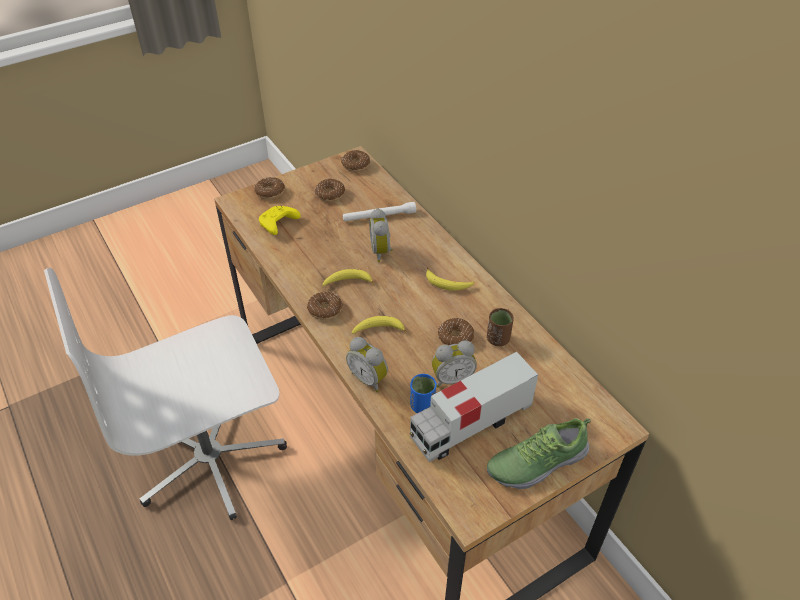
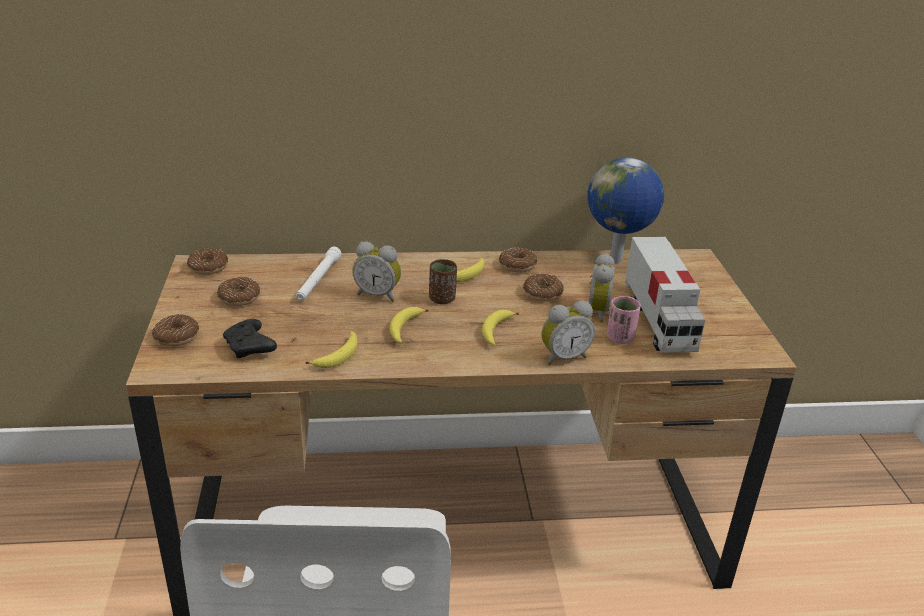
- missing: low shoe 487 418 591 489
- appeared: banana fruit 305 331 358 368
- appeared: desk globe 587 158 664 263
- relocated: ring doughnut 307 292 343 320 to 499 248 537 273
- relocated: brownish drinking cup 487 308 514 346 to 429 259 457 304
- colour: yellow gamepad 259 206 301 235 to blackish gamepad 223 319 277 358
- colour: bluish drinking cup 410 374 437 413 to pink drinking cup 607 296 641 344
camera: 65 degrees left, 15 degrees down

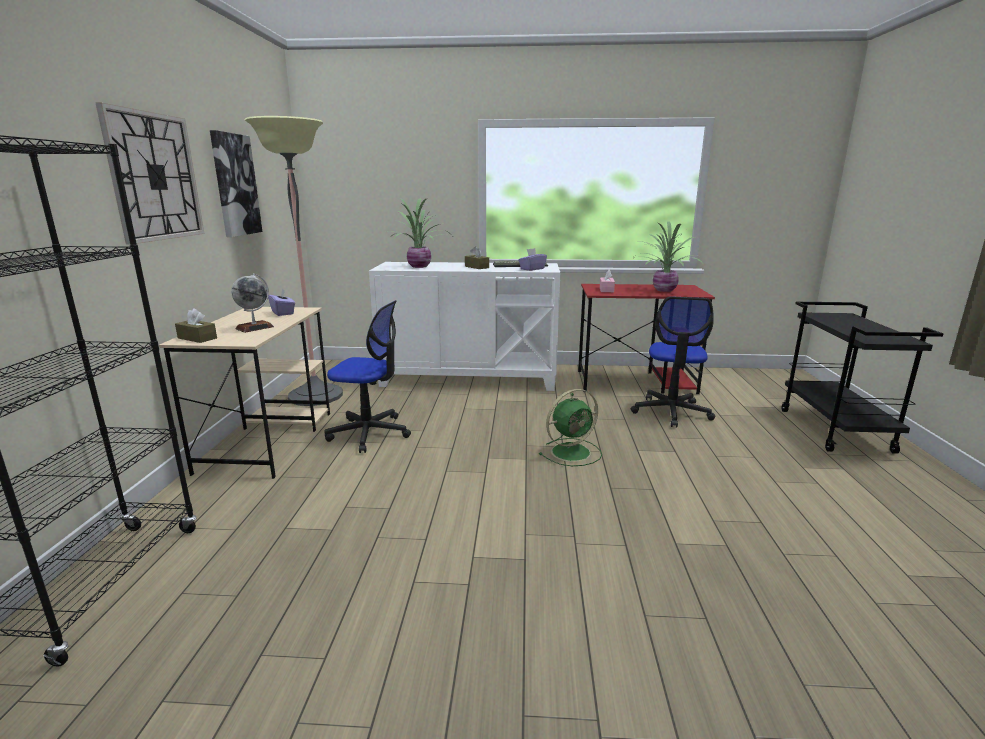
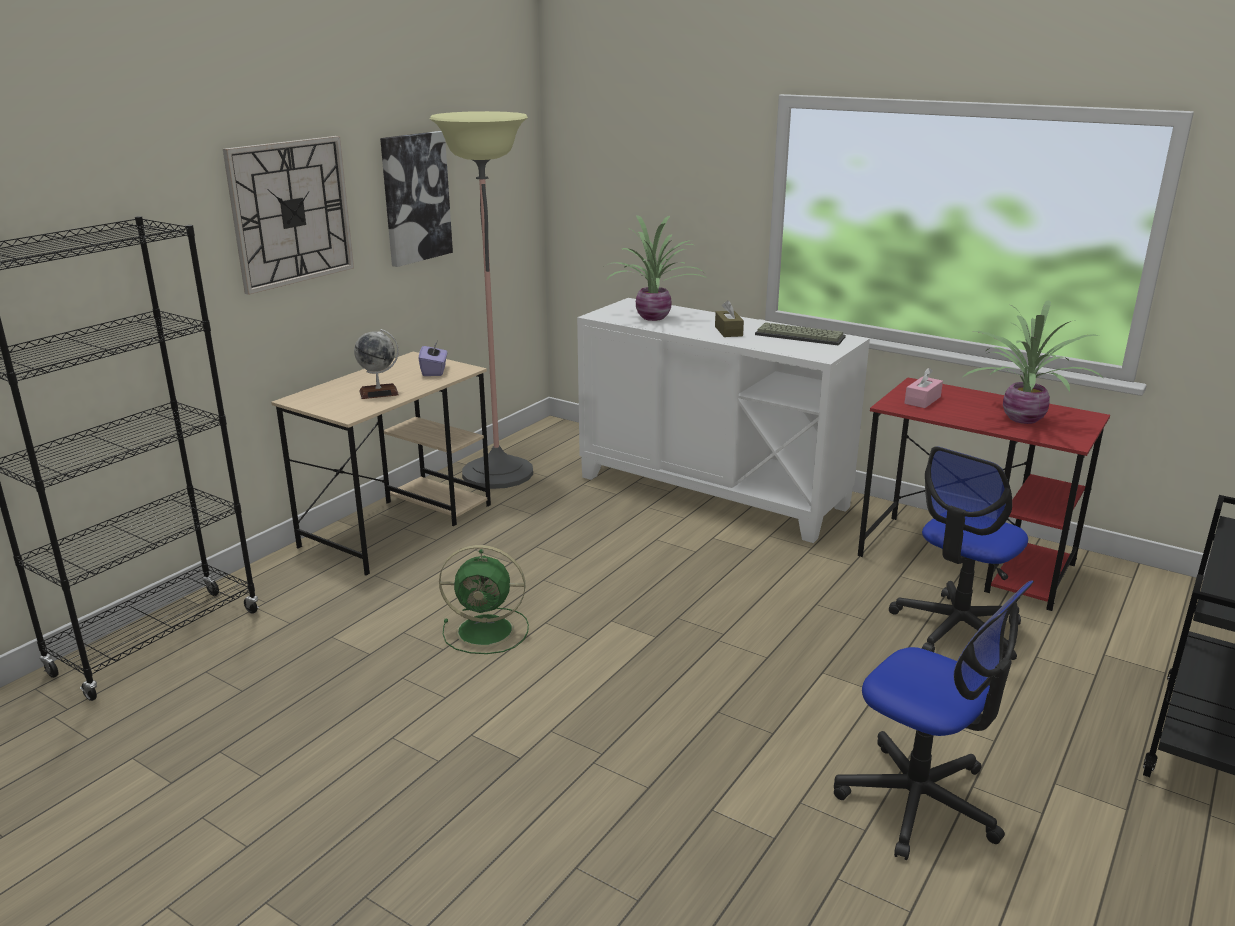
- missing: brownish box of tissues 175 308 217 343
- missing: purple box of tissues 518 248 547 271
- relocated: office chair 325 300 411 453 to 834 580 1034 860
- relocated: green electric fan 539 389 602 466 to 439 545 529 654
camera: 30 degrees right, 5 degrees up

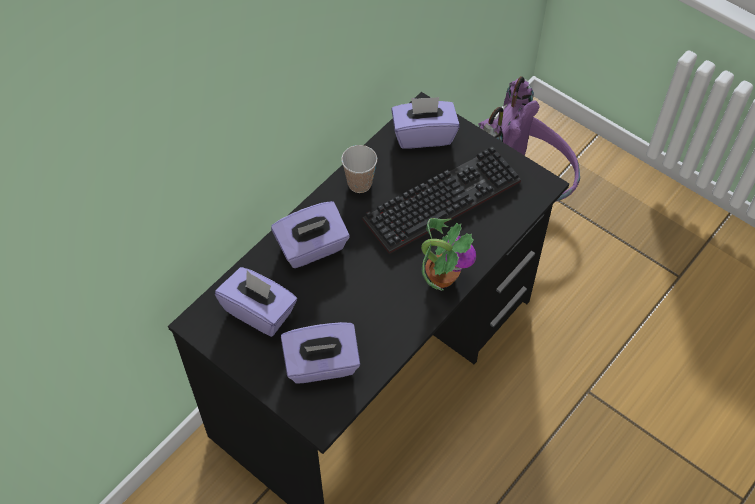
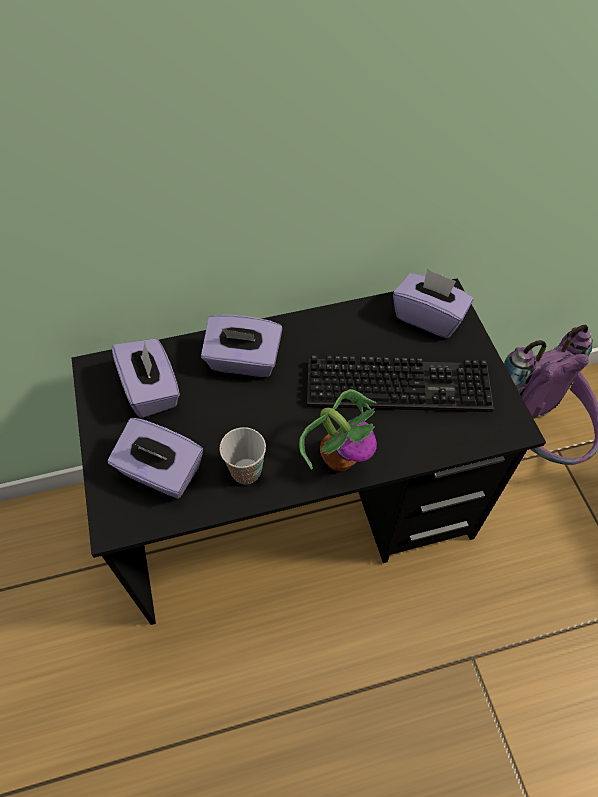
- relocated: drinking cup 341 145 377 193 to 220 427 266 484
camera: 35 degrees right, 0 degrees up

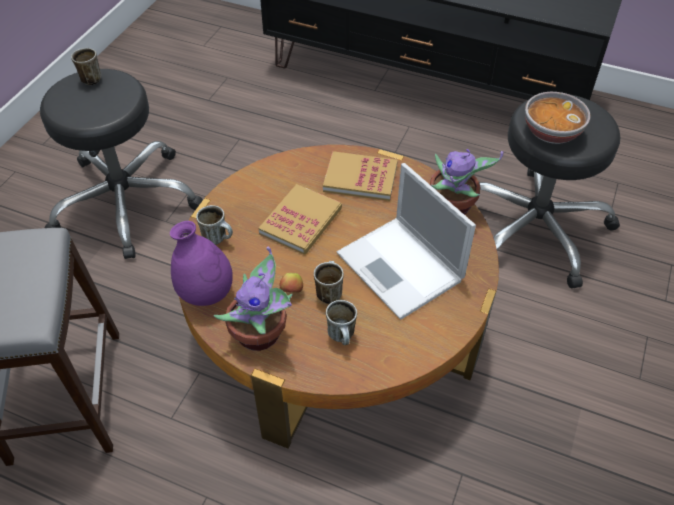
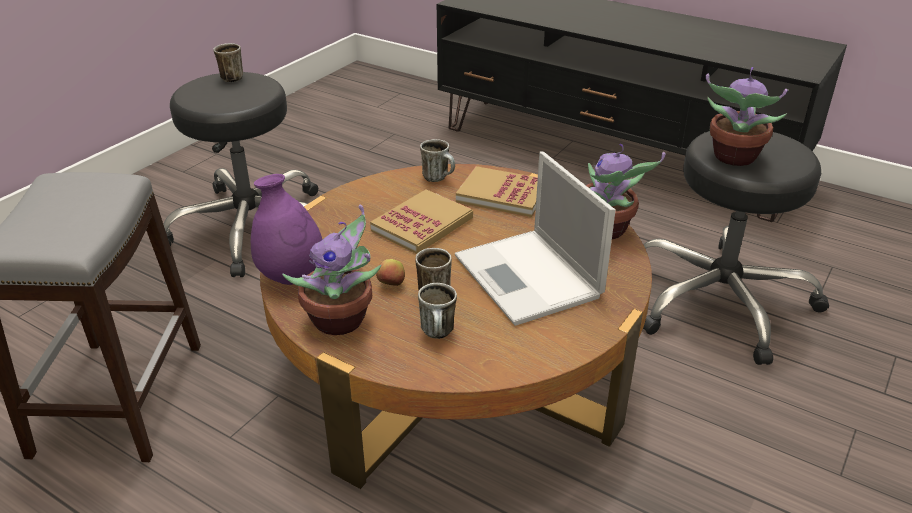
- relocated: coffee mug 196 205 233 245 to 420 139 455 182
- exchanged: deep dish 525 92 590 144 to plant in a pot 706 67 787 166
camera: 10 degrees right, 15 degrees down

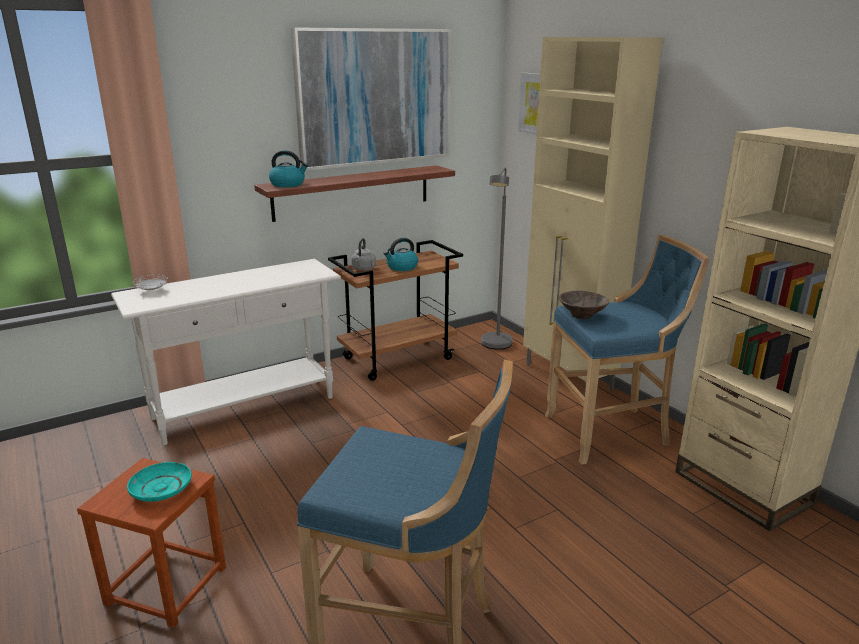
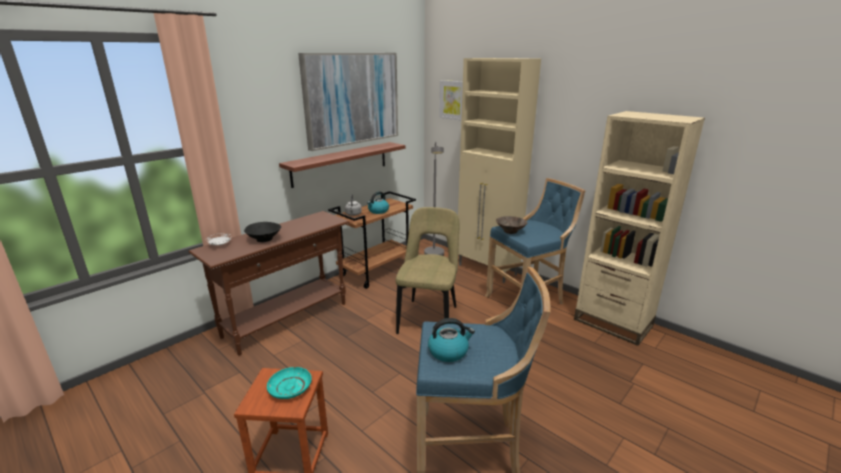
- appeared: blackish deep dish 244 222 281 242
- appeared: beige-coloured upright chair 396 207 460 334
- relocated: water kettle 269 150 308 187 to 428 318 475 362
- colour: whitish hall table 111 259 341 445 to brownish hall table 188 211 350 356
camera: 15 degrees left, 0 degrees up

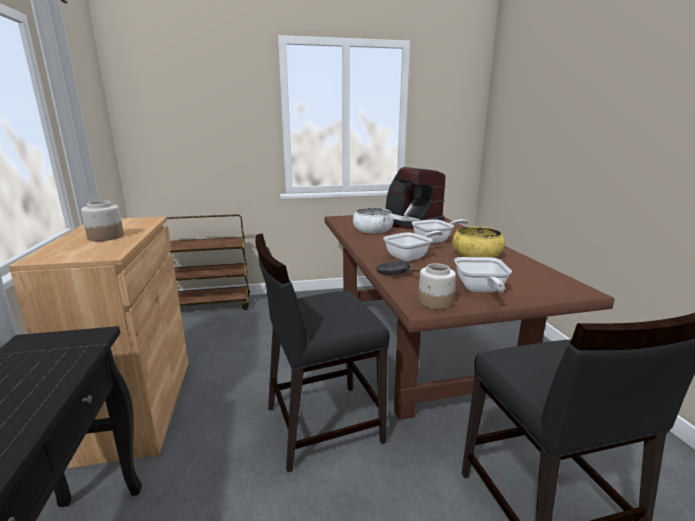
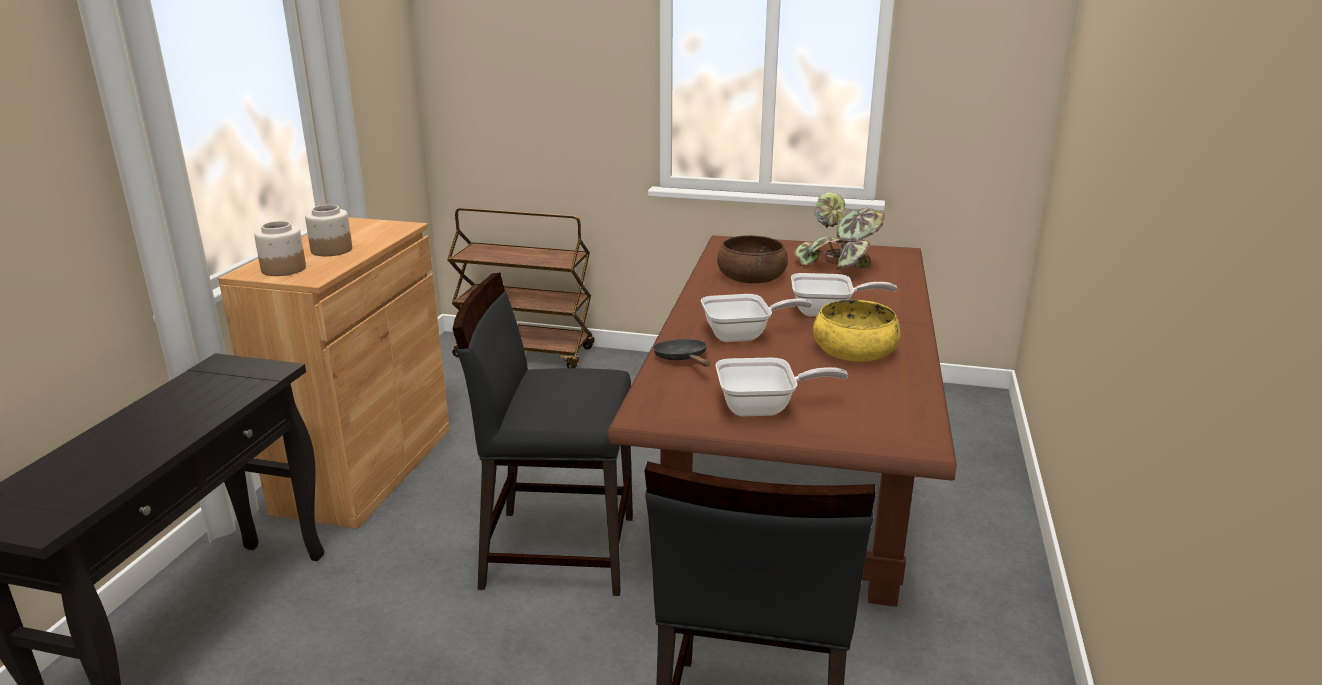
- relocated: preserve jar 418 263 456 310 to 254 221 306 276
- exchanged: coffee maker 386 167 446 229 to plant in a pot 794 192 885 270
- colour: whitish deep dish 353 208 394 234 to brownish deep dish 717 235 788 283
- spun: pan 454 257 512 293 = 716 358 848 416 120 degrees counterclockwise
camera: 25 degrees right, 5 degrees up

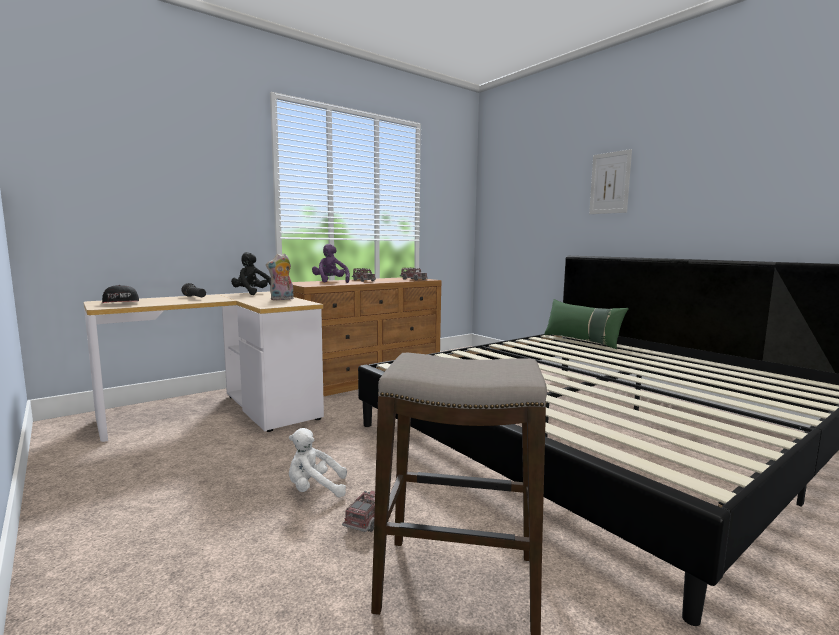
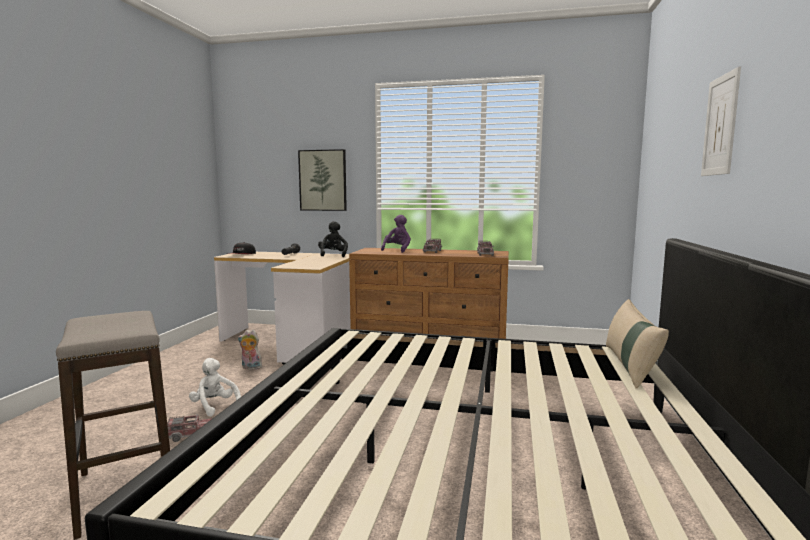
- appeared: picture 298 149 347 211
- relocated: cuddly toy 266 253 294 301 to 238 330 262 370
- colour: green throw pillow 544 299 629 349 to beige-coloured throw pillow 606 299 669 389
camera: 50 degrees right, 0 degrees up

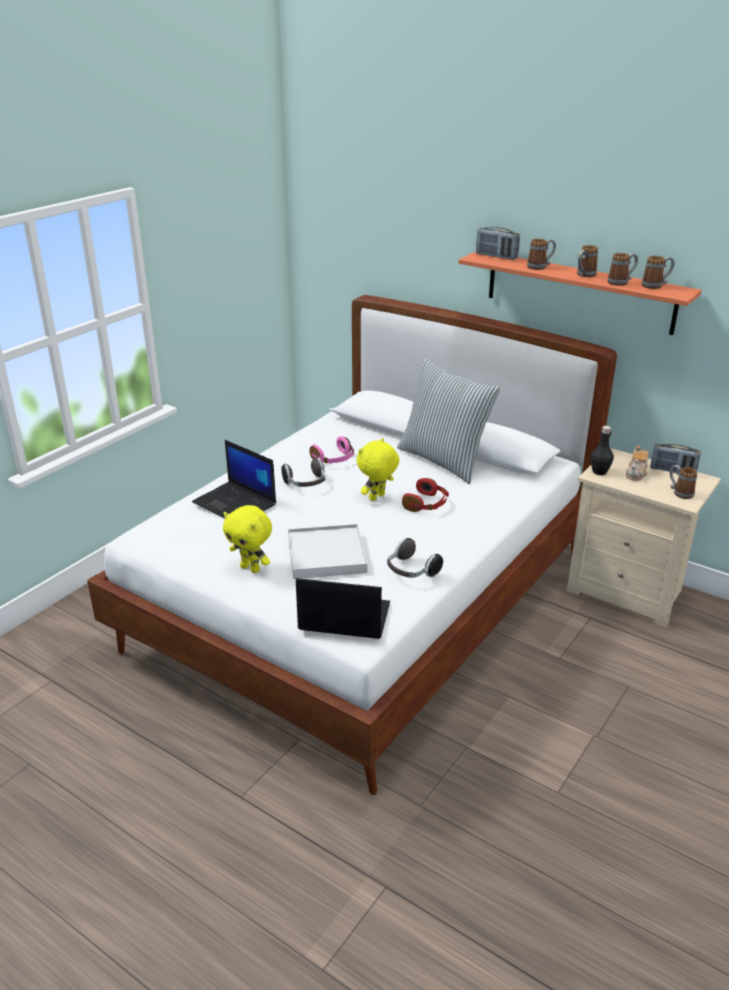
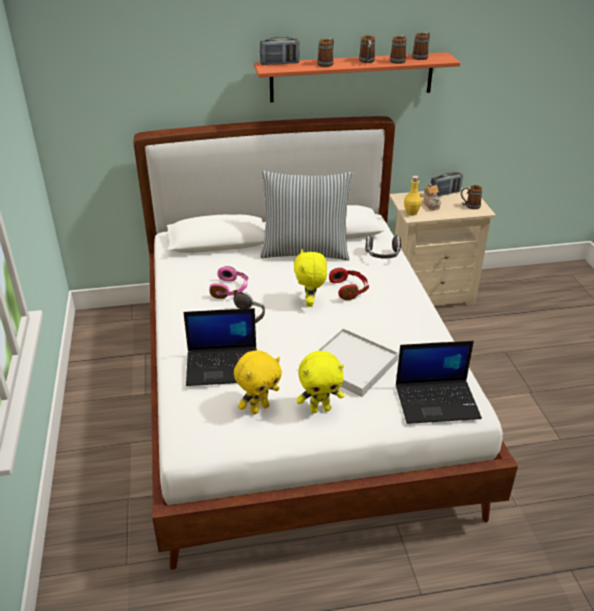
- appeared: yellow cuddly toy 234 350 282 414
- relocated: headset 387 538 443 578 to 365 235 401 259
- colour: blackish bottle 590 426 614 475 to yellow bottle 404 176 422 216
- spun: portable computer 296 578 390 639 = 396 341 482 424 150 degrees counterclockwise
camera: 45 degrees left, 5 degrees up

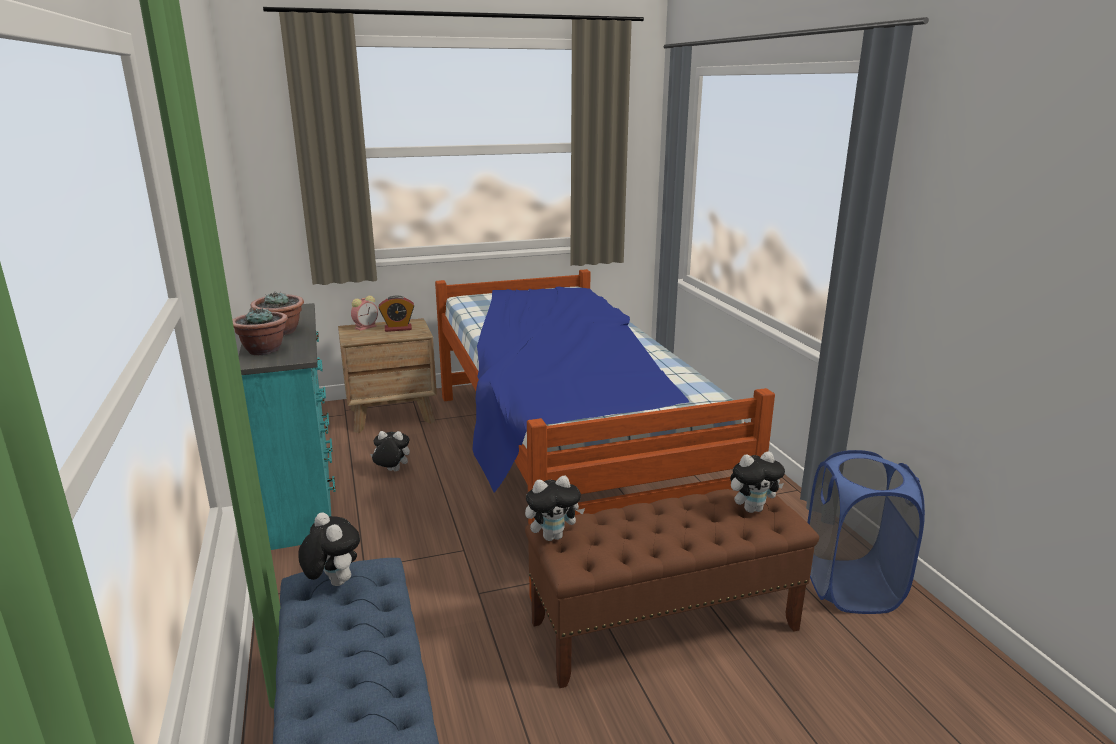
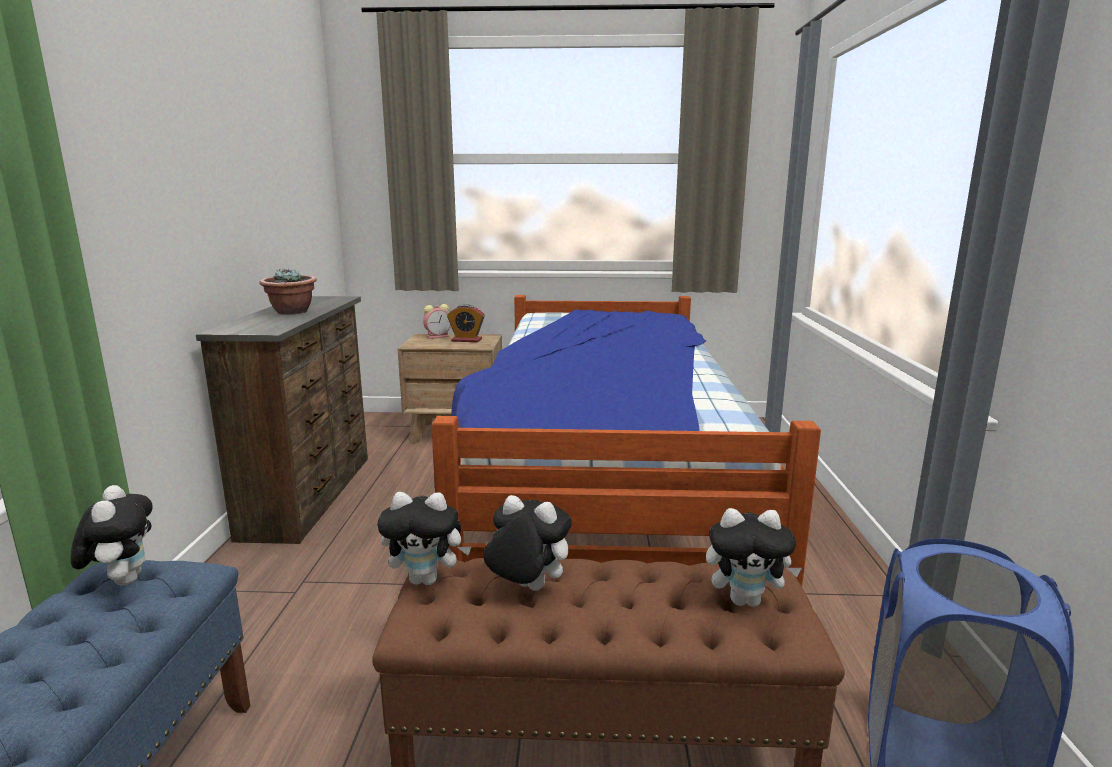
- missing: plant in a pot 232 307 288 355
- relocated: cuddly toy 370 431 410 471 to 483 495 572 591
- colour: blue-green dresser 238 303 336 550 to brownish dresser 196 296 368 544
camera: 20 degrees right, 5 degrees down

